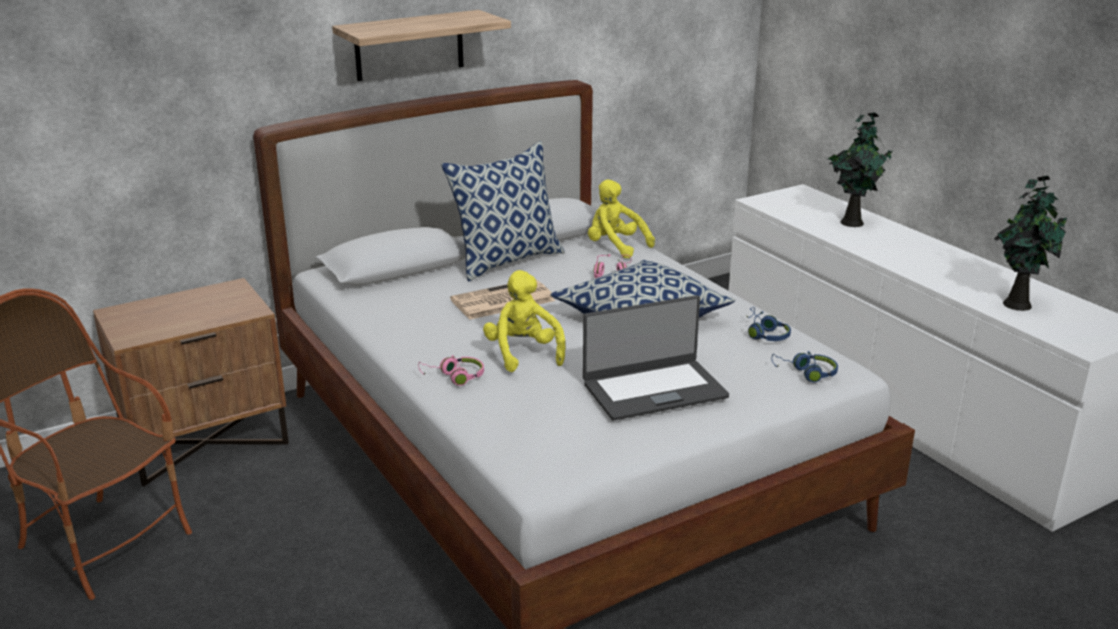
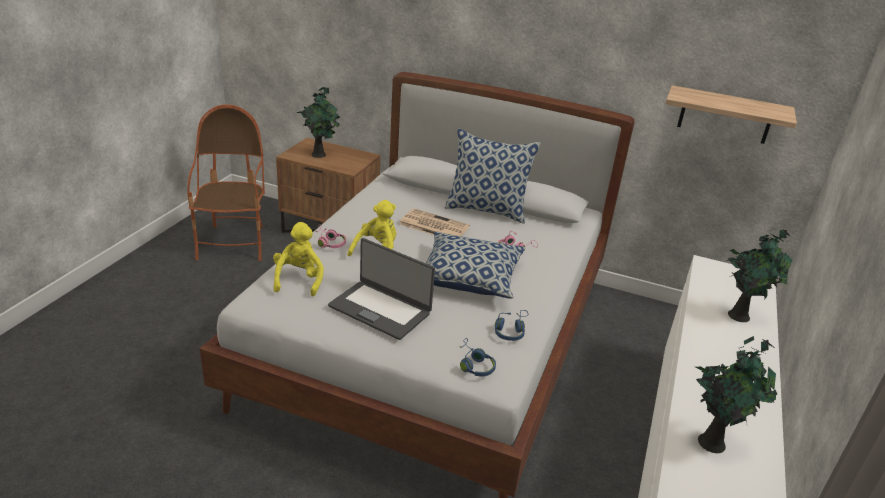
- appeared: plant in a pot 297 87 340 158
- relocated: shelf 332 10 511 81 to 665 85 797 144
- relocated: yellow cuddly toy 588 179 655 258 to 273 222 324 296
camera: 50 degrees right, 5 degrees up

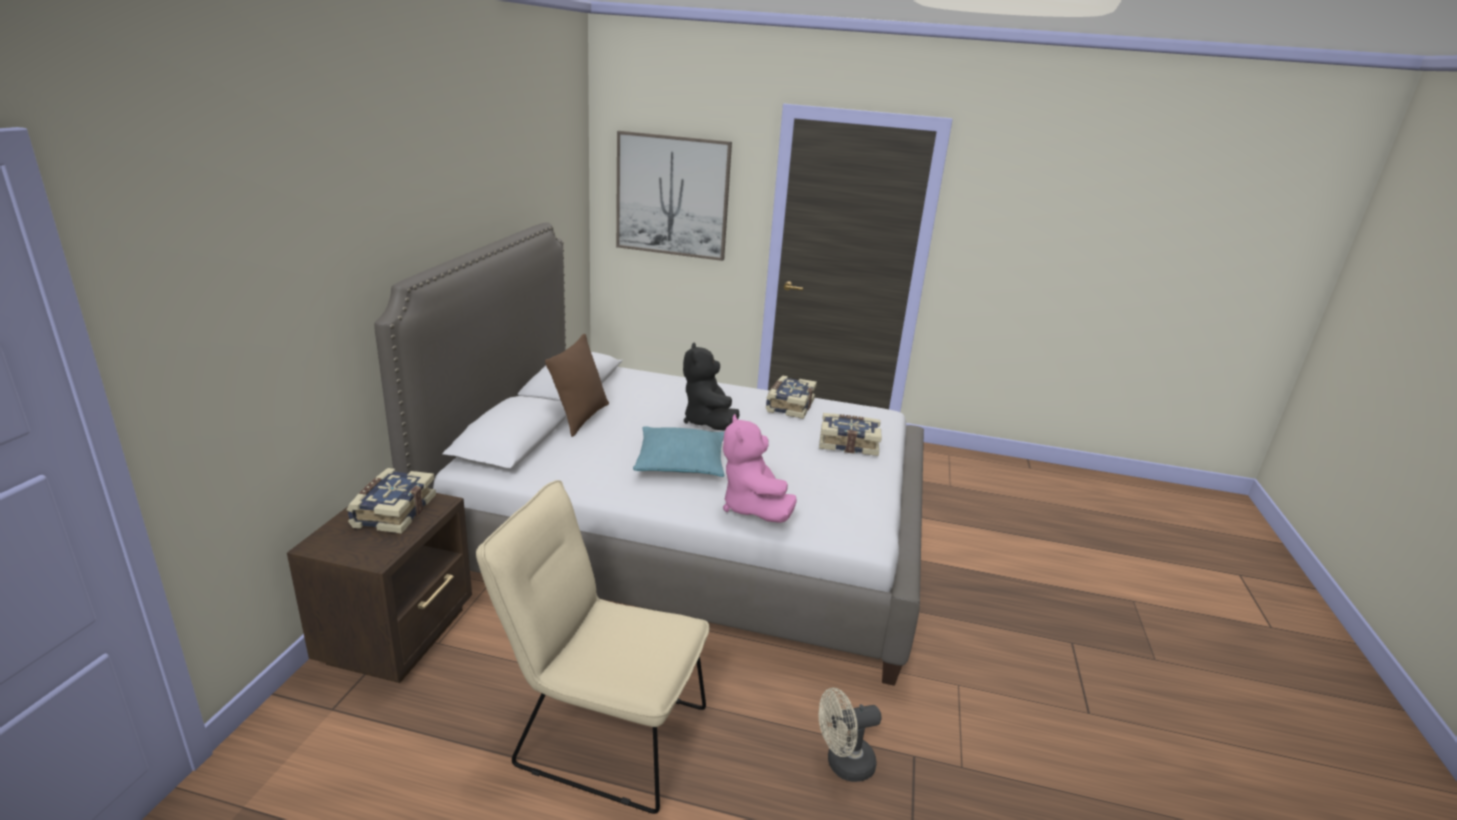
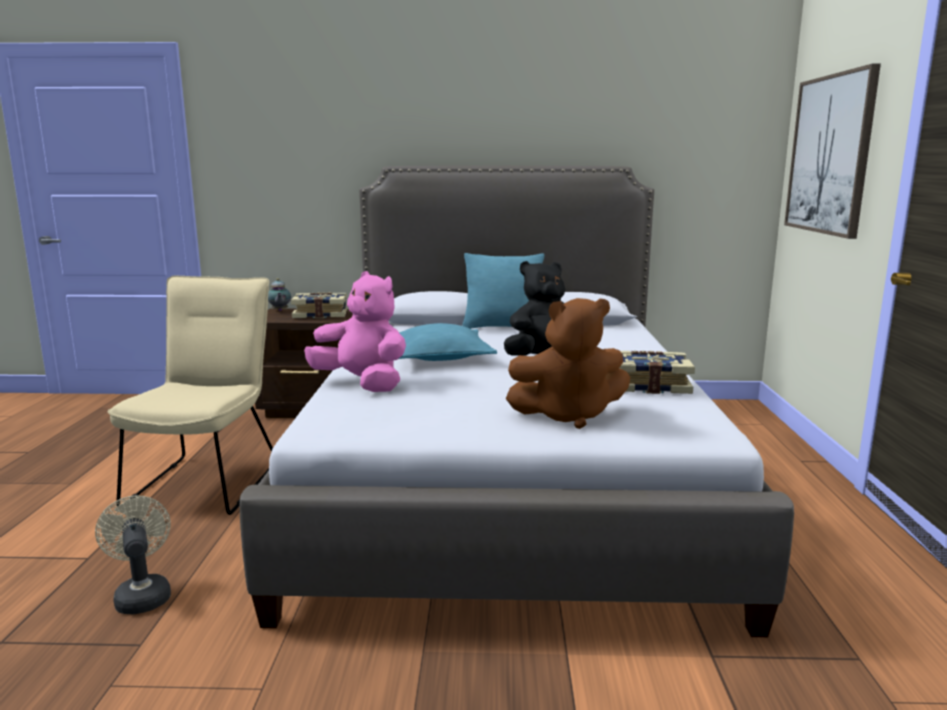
- appeared: teapot 268 278 291 311
- exchanged: bound book 819 413 882 456 to brownish cuddly toy 506 298 630 429
- colour: brownish throw pillow 545 334 609 437 to blue-green throw pillow 462 253 544 329
- spun: pink cuddly toy 723 414 797 523 = 304 271 406 392 60 degrees clockwise
camera: 80 degrees right, 10 degrees down

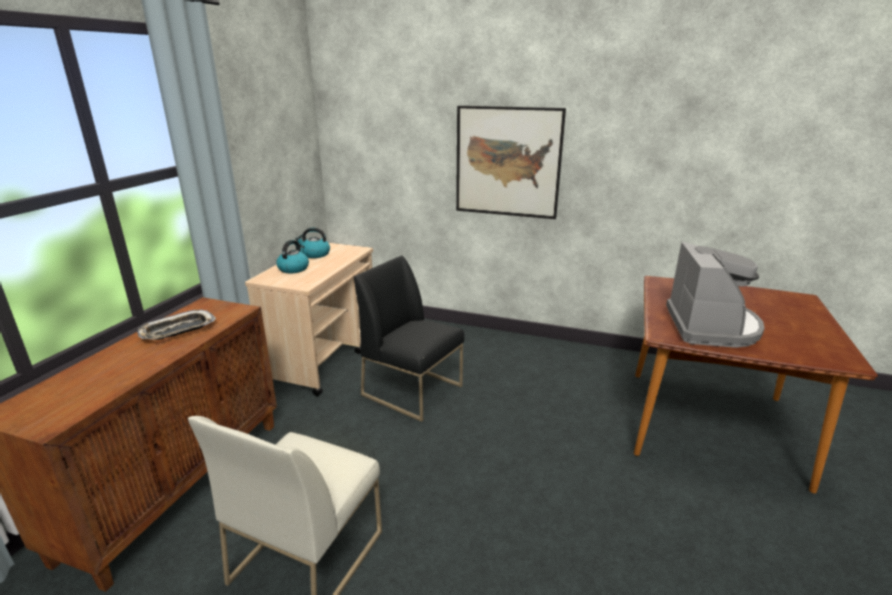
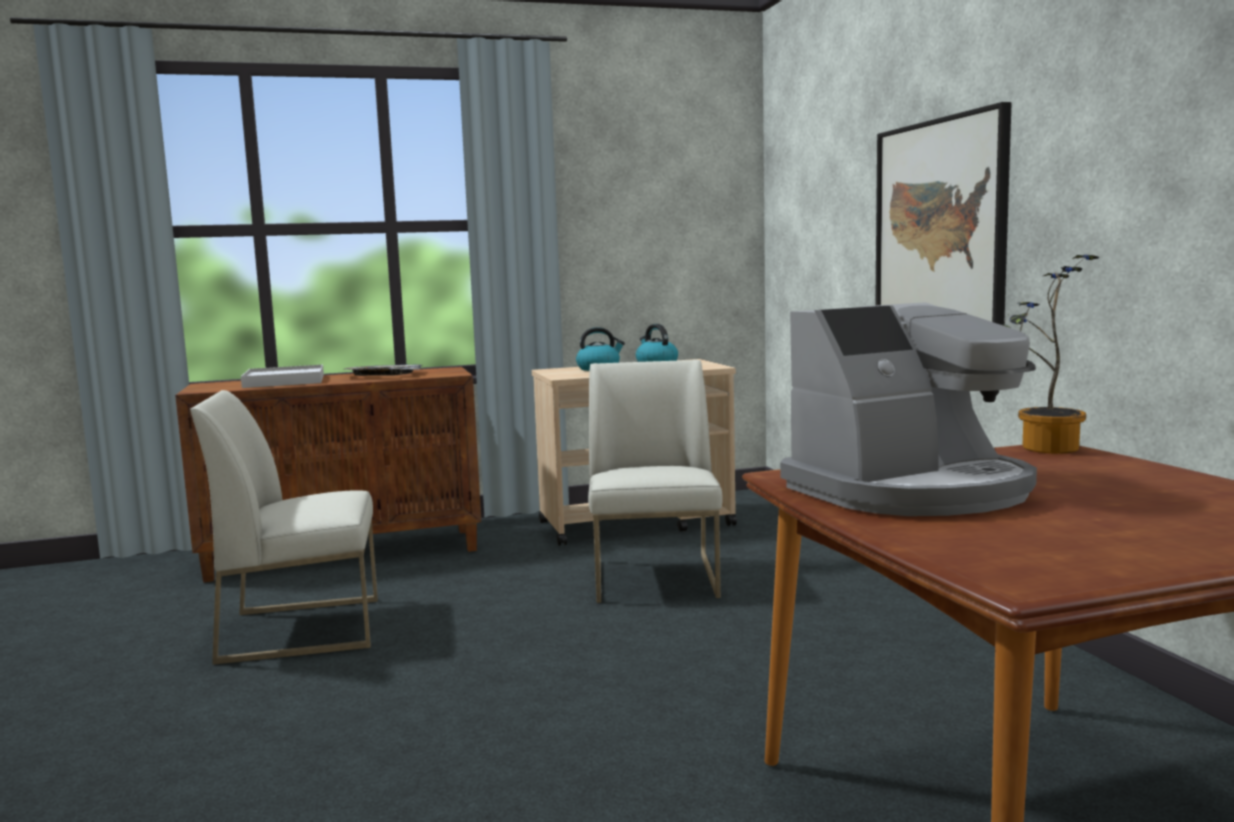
- appeared: whitish tray 241 365 324 388
- appeared: plant in a pot 1000 255 1099 454
- colour: blackish upright chair 354 255 464 422 to whitish upright chair 588 360 723 603
camera: 55 degrees right, 15 degrees down

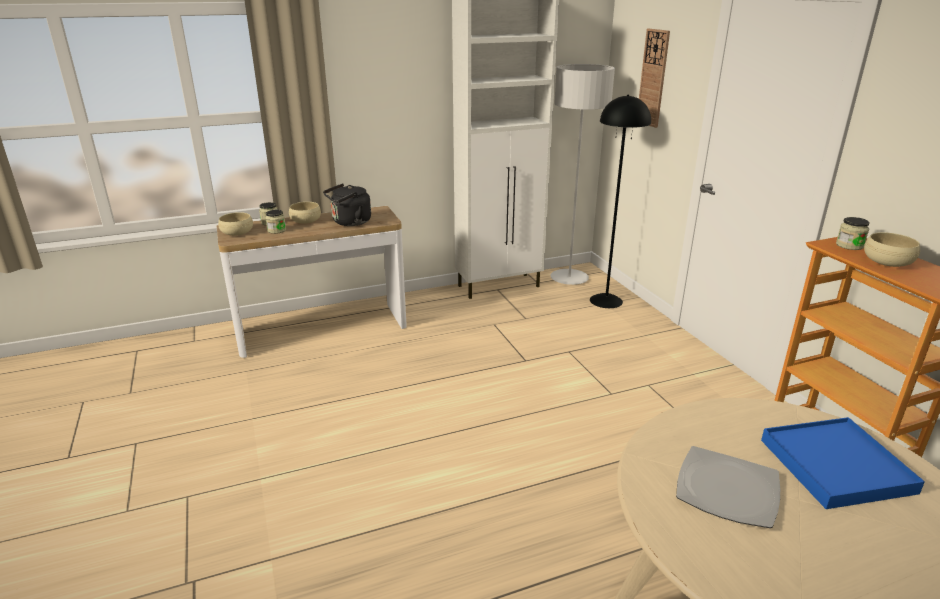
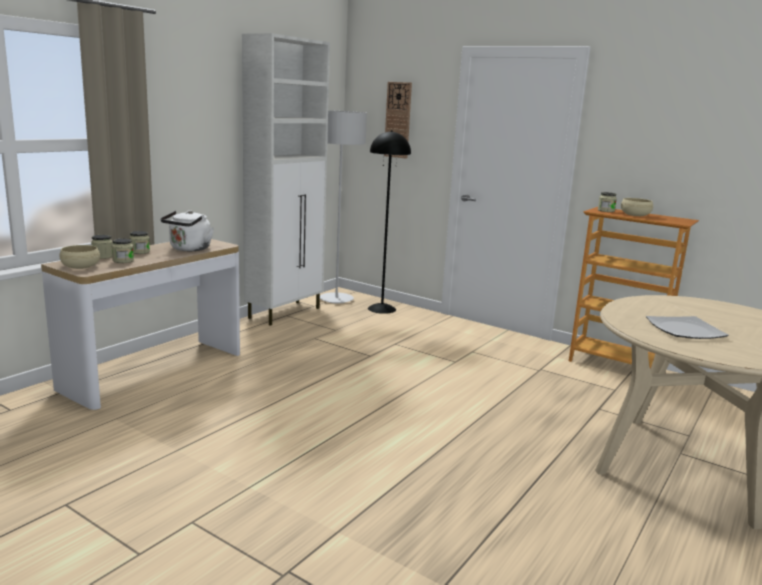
- missing: bluish tray 761 417 925 509
- exchanged: beige-coloured deep dish 289 202 321 224 to preserve jar 129 231 150 254
- colour: blackish water kettle 323 184 371 226 to whitish water kettle 161 210 214 251
camera: 35 degrees left, 10 degrees down

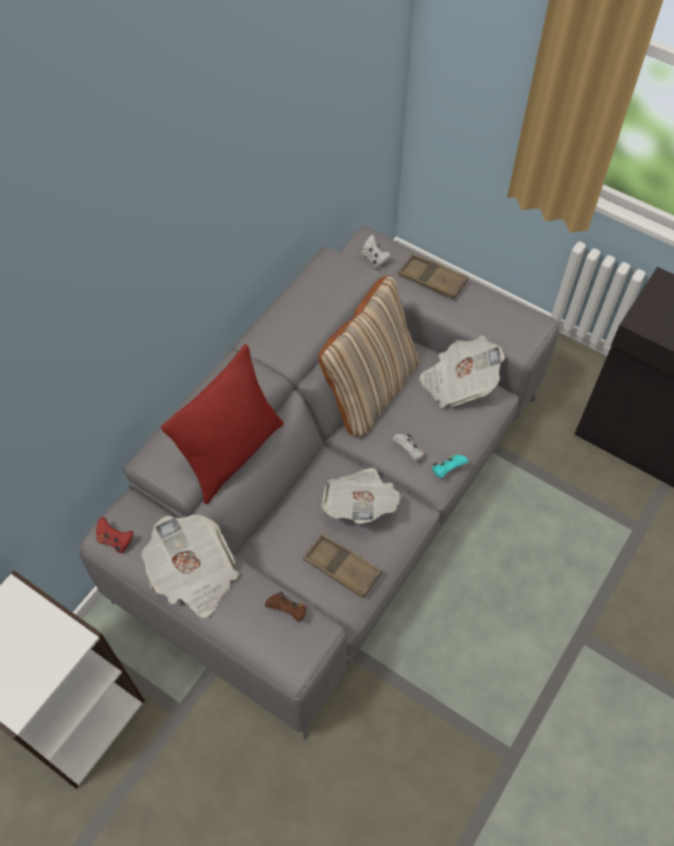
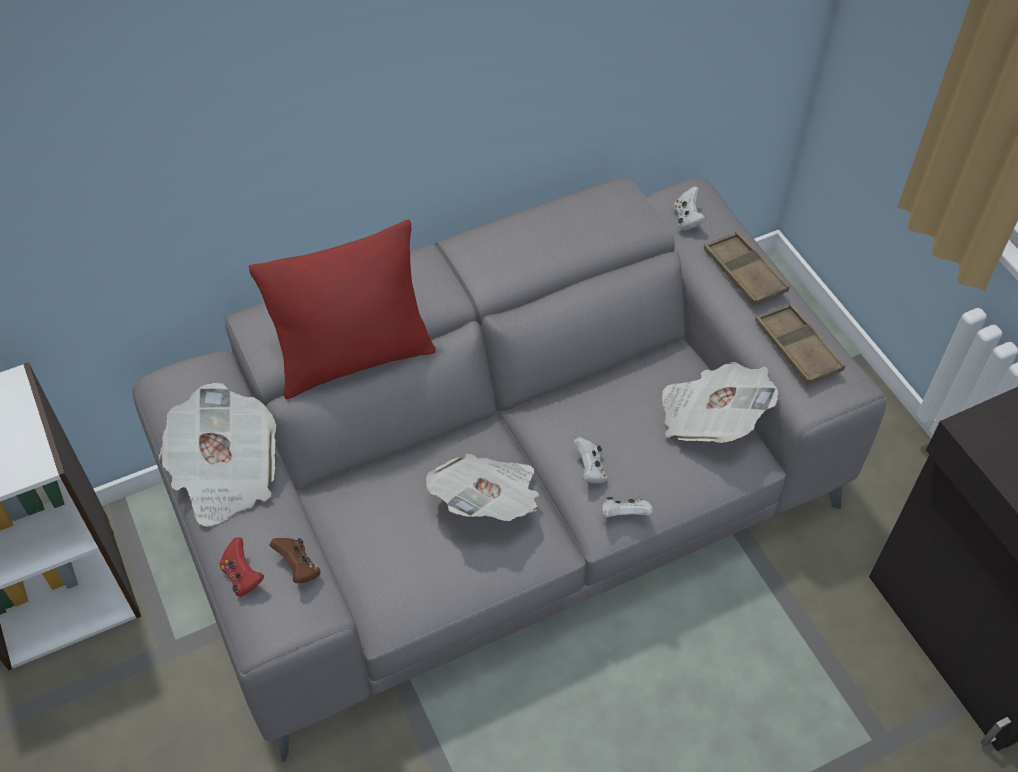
- missing: beige-coloured throw pillow 318 275 420 438
- relocated: red gamepad 96 517 134 553 to 220 537 264 597
- relocated: brownish tray 303 534 382 598 to 755 303 845 385
- colour: blue-green gamepad 432 455 468 478 to whitish gamepad 601 497 653 518
camera: 30 degrees right, 5 degrees down

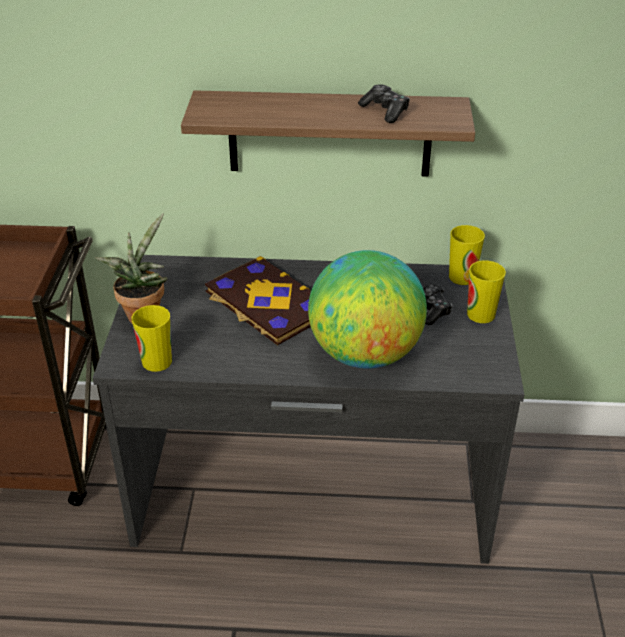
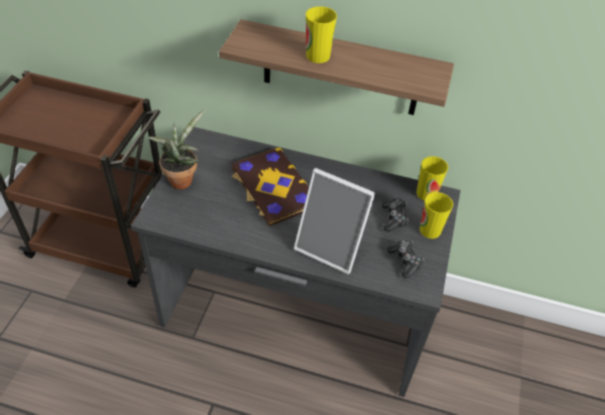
- relocated: drinking cup 131 305 172 372 to 306 6 337 63
- relocated: gamepad 358 84 410 123 to 387 239 424 278
- exchanged: desk globe 308 250 427 369 to picture frame 294 168 375 274
camera: 10 degrees right, 10 degrees up

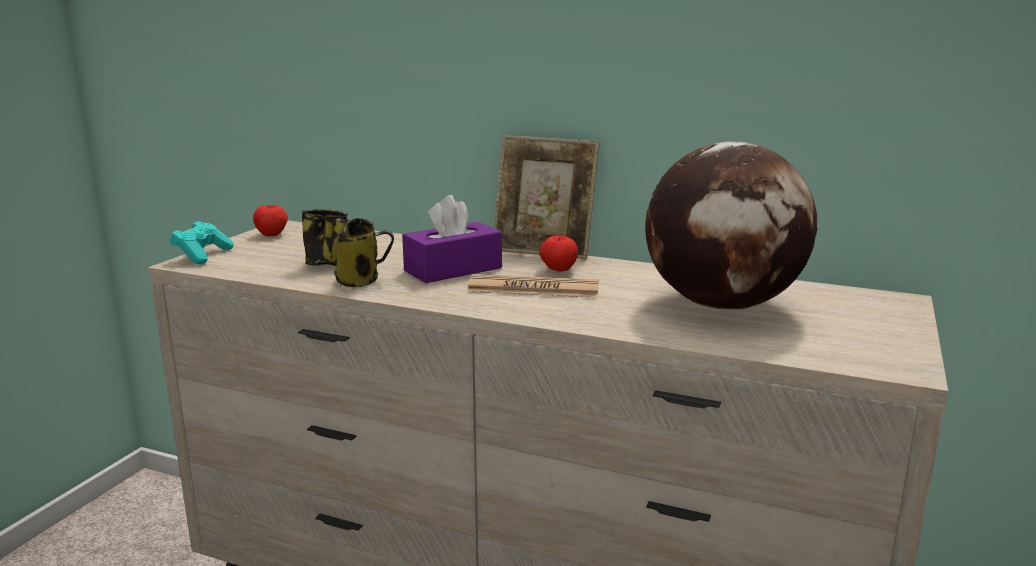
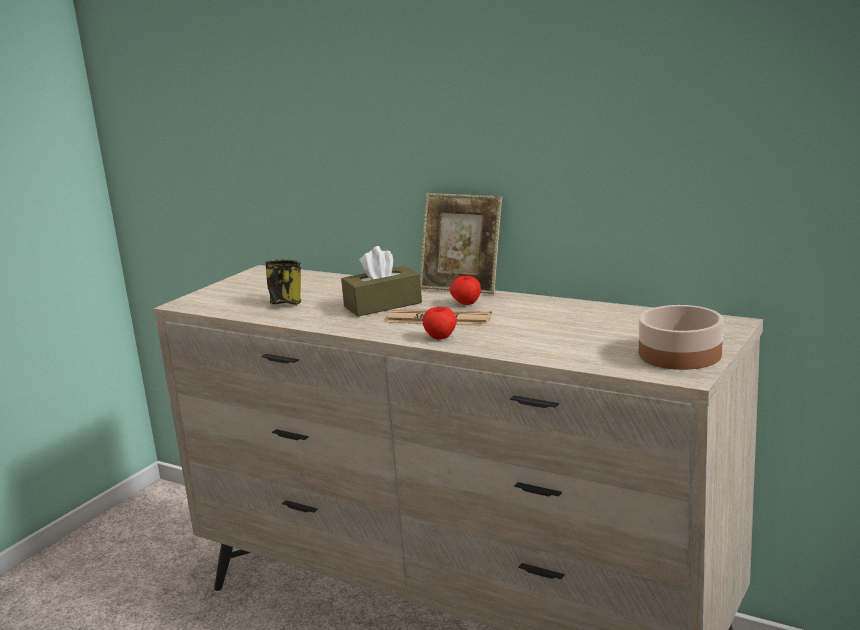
- missing: blue-green gamepad 170 221 234 265
- missing: coffee mug 334 218 394 287
- missing: desk globe 645 142 817 310
- appeared: deep dish 639 305 723 370
- relocated: whole apple 253 205 288 236 to 423 307 457 339
- colour: purple box of tissues 402 195 502 283 to brownish box of tissues 341 246 422 317
camera: 10 degrees right, 0 degrees up

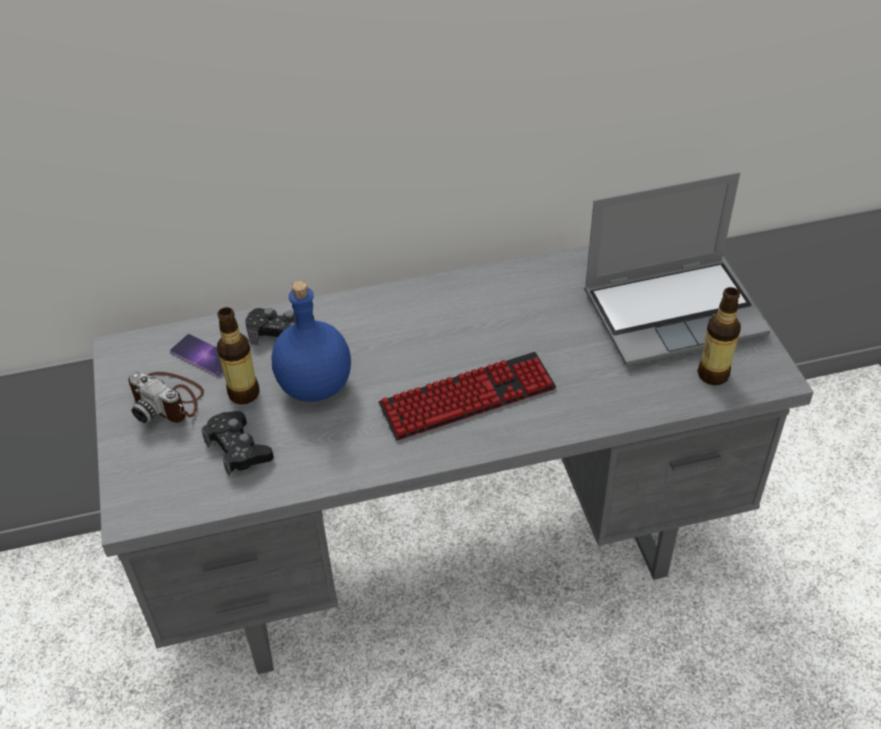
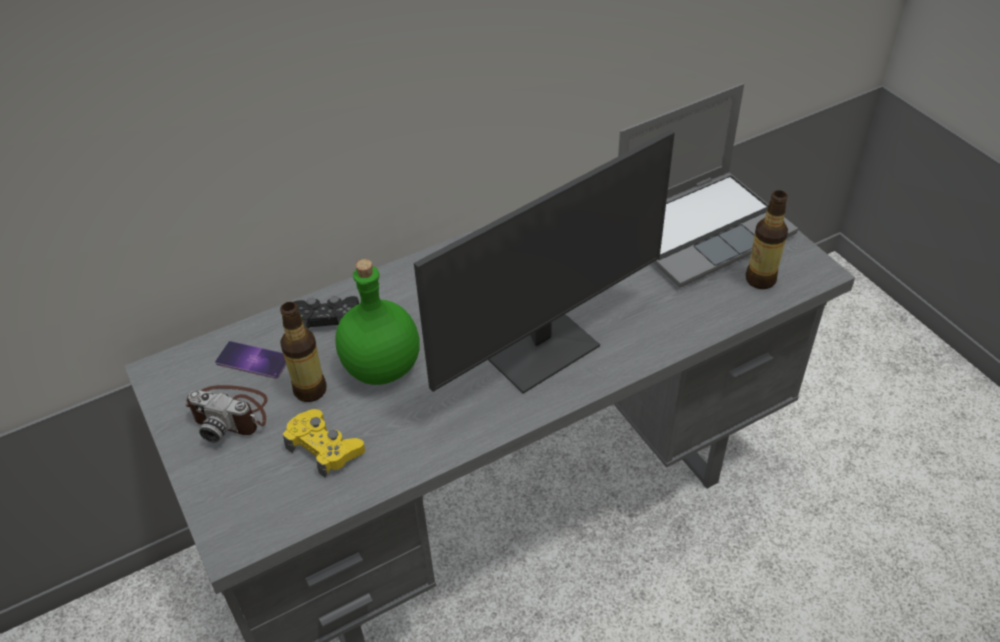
- exchanged: PC keyboard 378 352 556 441 to computer screen 414 130 675 394
- colour: blackish gamepad 202 411 274 476 to yellow gamepad 283 409 365 478
- colour: bluish bottle 271 281 351 402 to green bottle 335 259 420 385
camera: 15 degrees left, 0 degrees up

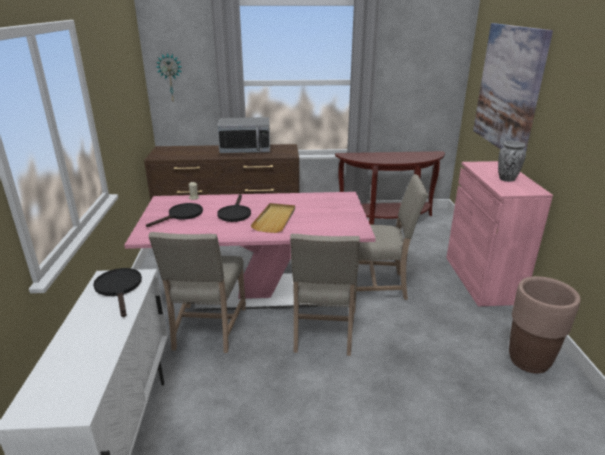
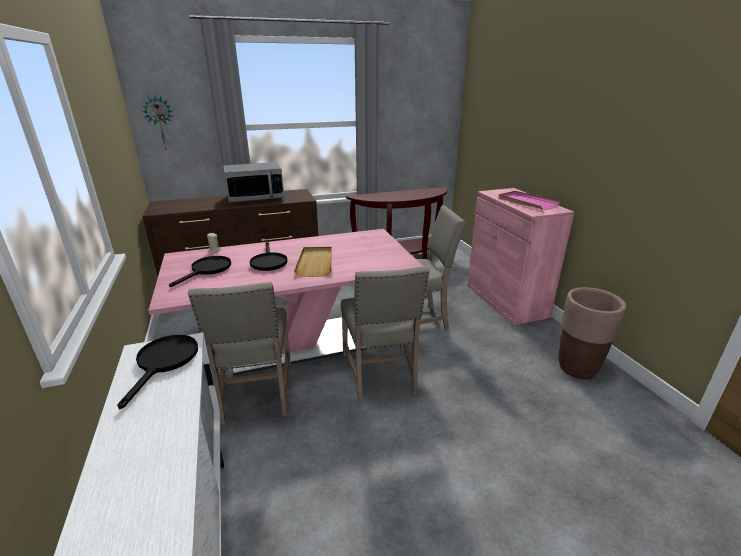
- missing: picture 473 23 553 152
- exchanged: decorative vase 498 141 526 182 to pink tray 499 191 561 210
- spun: blackish pan 93 268 142 317 = 117 335 198 409 45 degrees clockwise
camera: 15 degrees left, 0 degrees up

